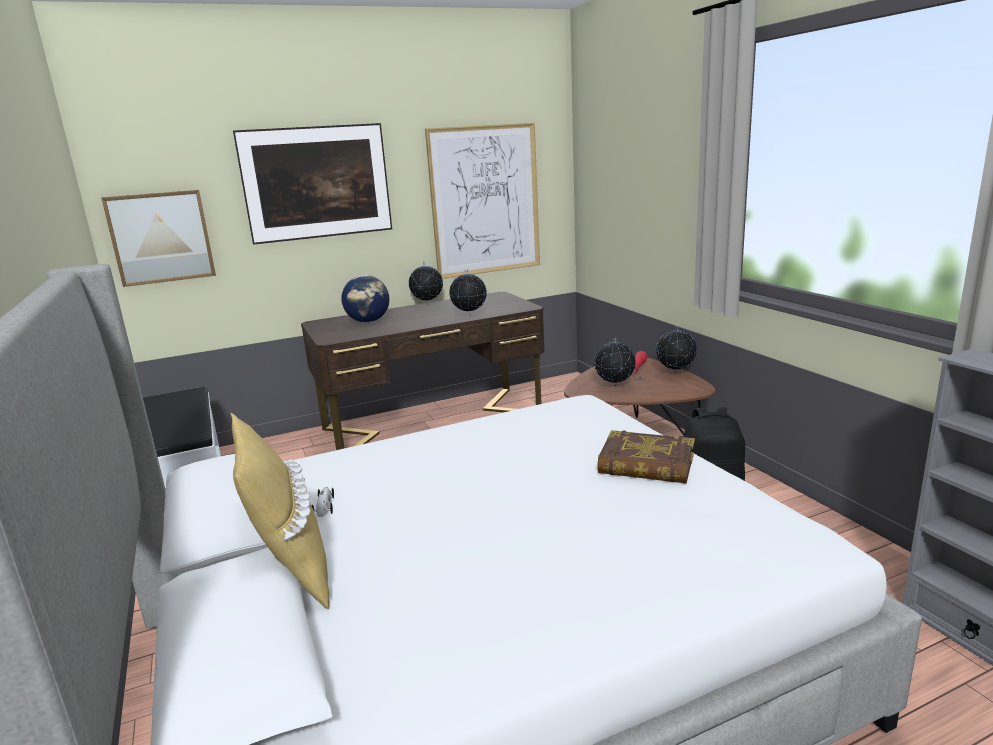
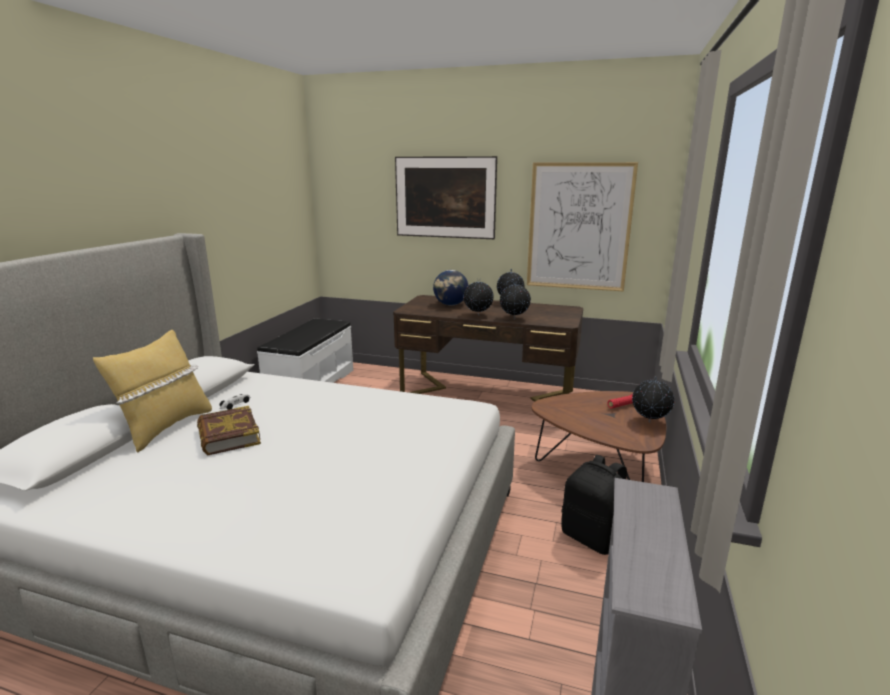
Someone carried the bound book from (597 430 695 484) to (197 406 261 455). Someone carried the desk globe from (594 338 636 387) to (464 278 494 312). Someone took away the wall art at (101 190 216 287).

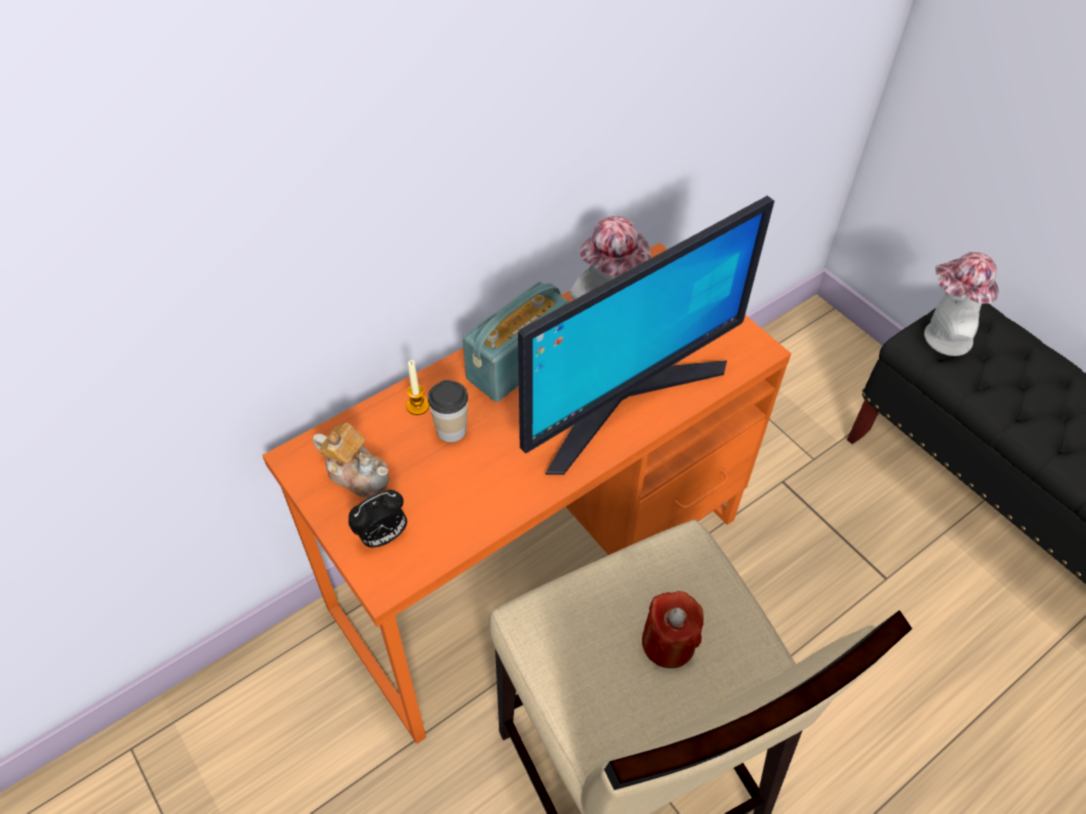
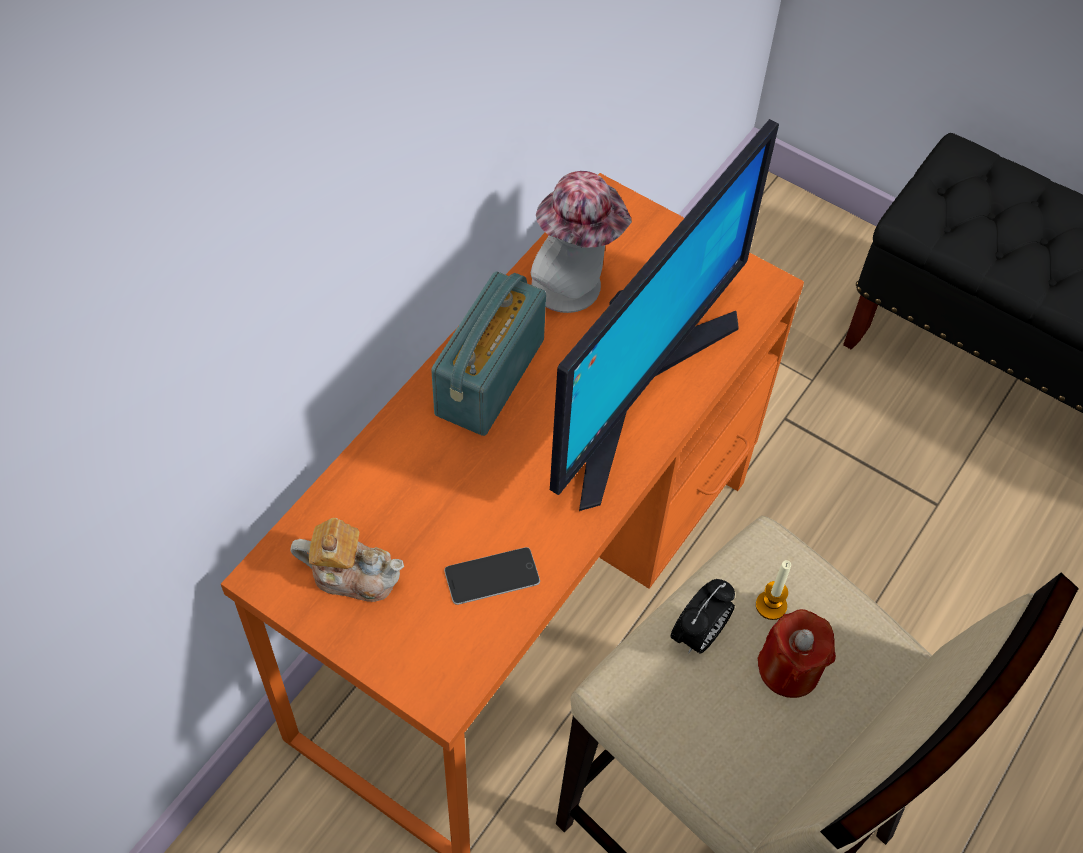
Someone put down the phone at (444 547 540 605). Someone carried the table clock from (348 490 407 548) to (671 579 735 654). Someone carried the wax light from (406 360 429 415) to (756 560 791 620). Someone took away the cup at (428 380 468 442). Someone took away the clothing hat at (924 252 999 356).

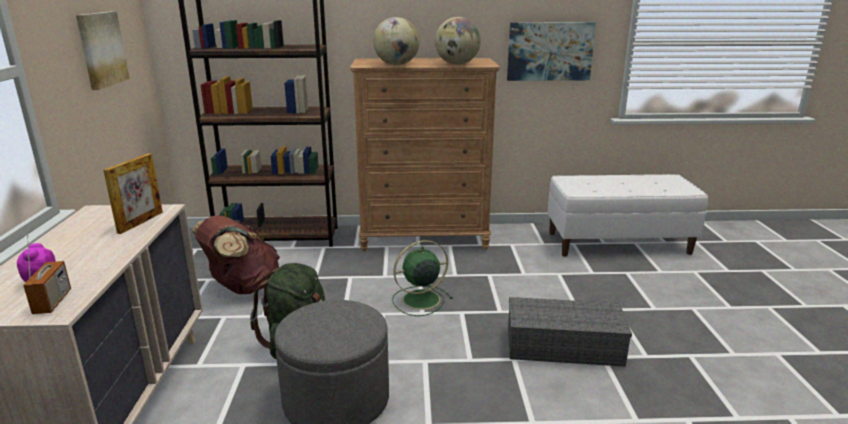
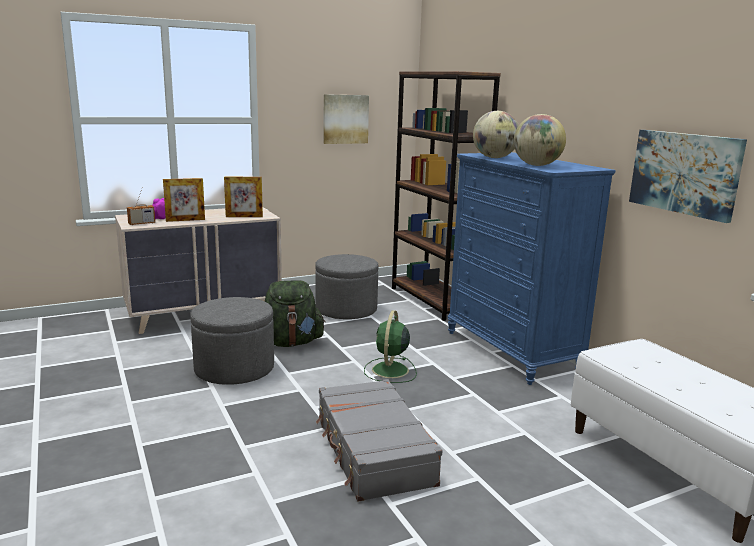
Someone put down the standing frame at (163 178 205 222). Someone swapped the knapsack (brown) at (192 216 280 294) for the footrest (greyish) at (315 254 379 319). Someone swapped the storage box (greyish) at (508 297 632 367) for the travel case (greyish) at (316 379 443 502). Someone rotated the fan (green) at (392 240 453 316) by 120 degrees counterclockwise. Someone repainted the drawer chest (brown) at (350 58 500 252), which became the drawer chest (blue) at (448 152 616 385).

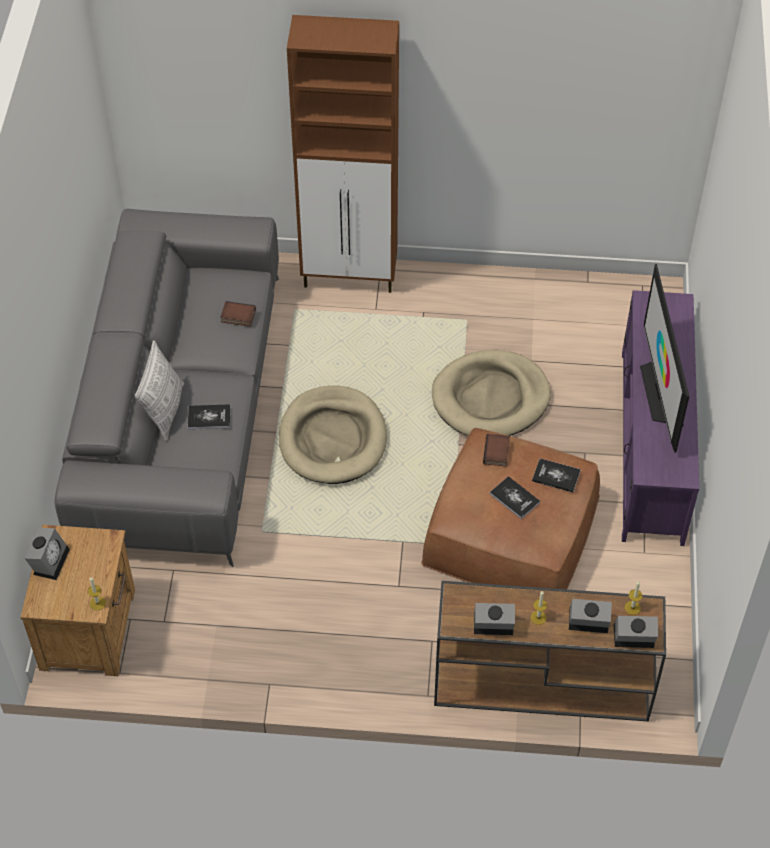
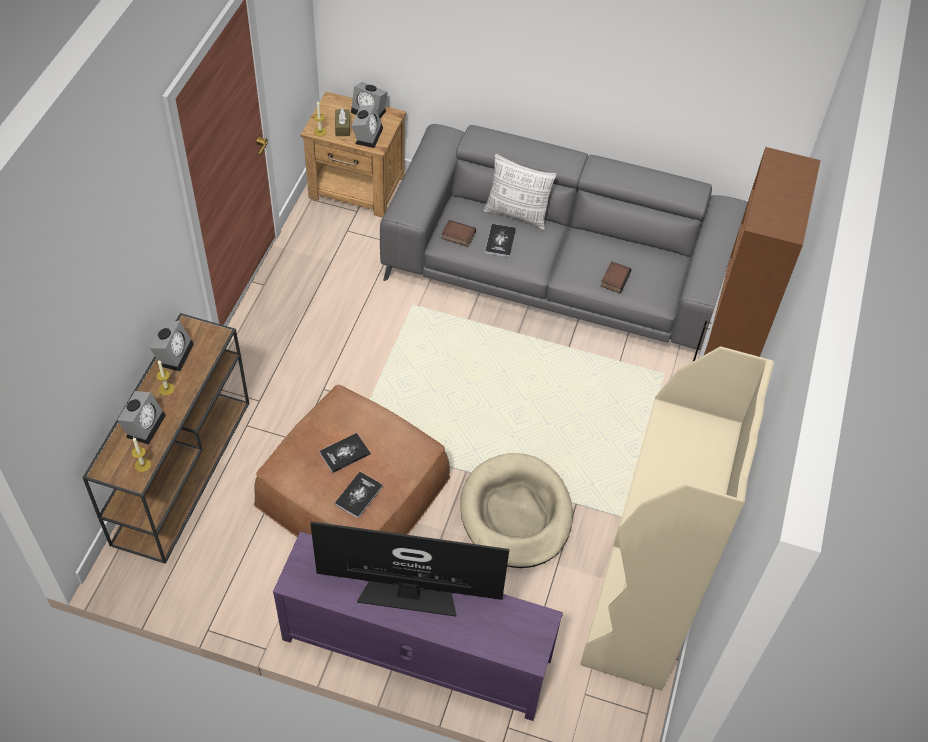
Someone put down the box of tissues (brown) at (335 108 350 136). Someone carried the table clock from (614 616 658 648) to (352 105 383 148). Someone carried the bound book from (483 434 510 467) to (441 220 476 247). Someone put down the shelving unit (beige-coloured) at (580 346 774 690). Someone took away the dog bed (beige-coloured) at (279 386 387 484).

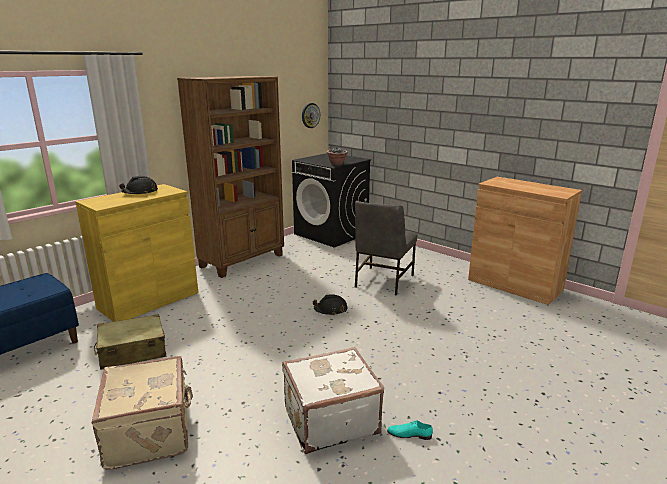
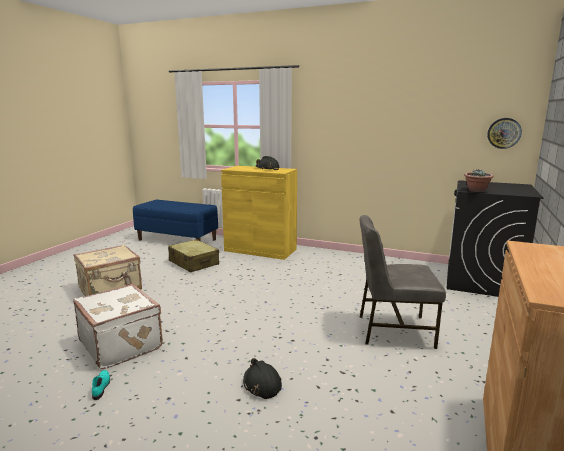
Someone carried the safety helmet (blackish) from (313 294 347 316) to (243 358 282 399). Someone took away the shelving unit (brown) at (177 76 284 278).

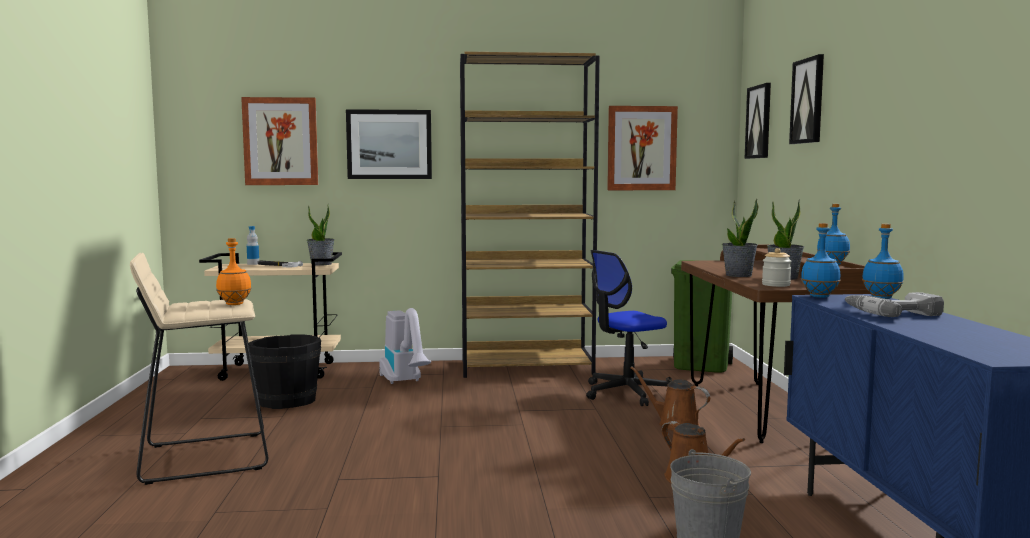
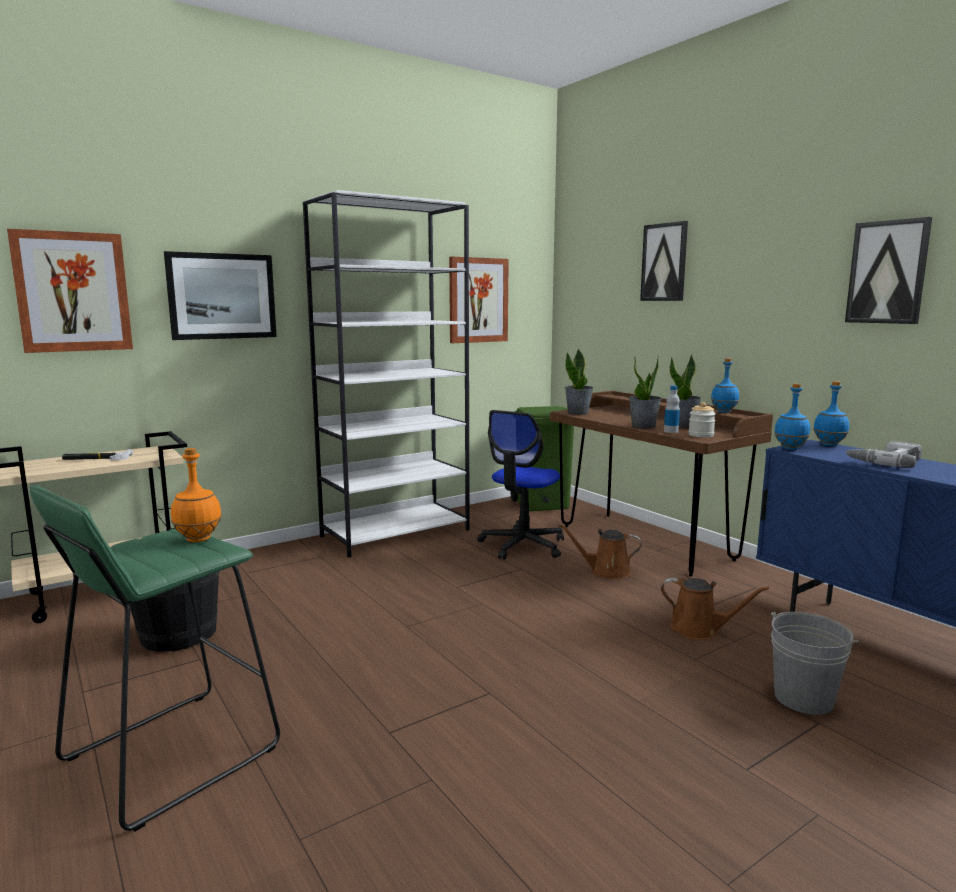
Someone repainted the sitting stool (beige-coloured) at (130 253 268 485), which became the sitting stool (green) at (30 485 280 832). Someone repainted the shelving unit (brown) at (460 52 600 378), which became the shelving unit (white-coloured) at (303 190 470 558). Someone carried the houseplant from (307 203 335 266) to (565 349 593 415). Someone carried the drink bottle from (247 226 259 265) to (664 385 680 433). Someone carried the wall art from (745 83 771 159) to (845 217 932 324). Someone took away the hoover at (379 308 431 384).

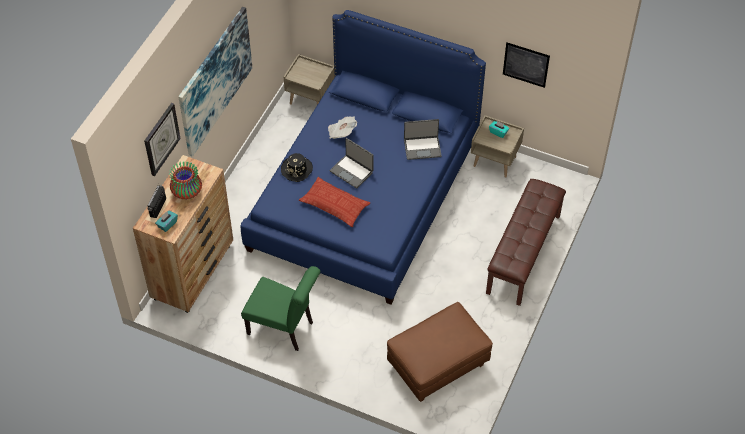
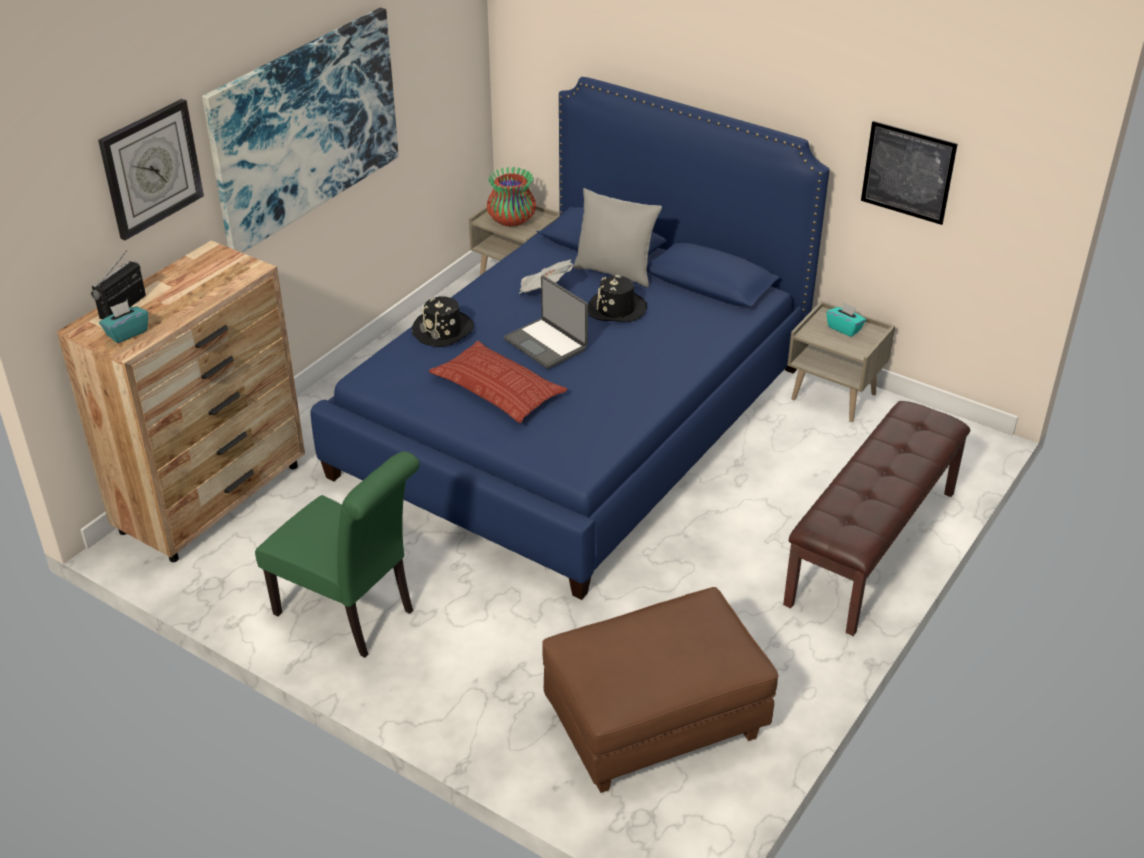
Someone carried the vase from (169 161 202 200) to (487 167 536 227). Someone put down the pillow (greyish) at (573 188 662 287). Someone put down the clothing hat (blackish) at (588 275 647 322). Someone took away the portable computer at (404 119 442 160).

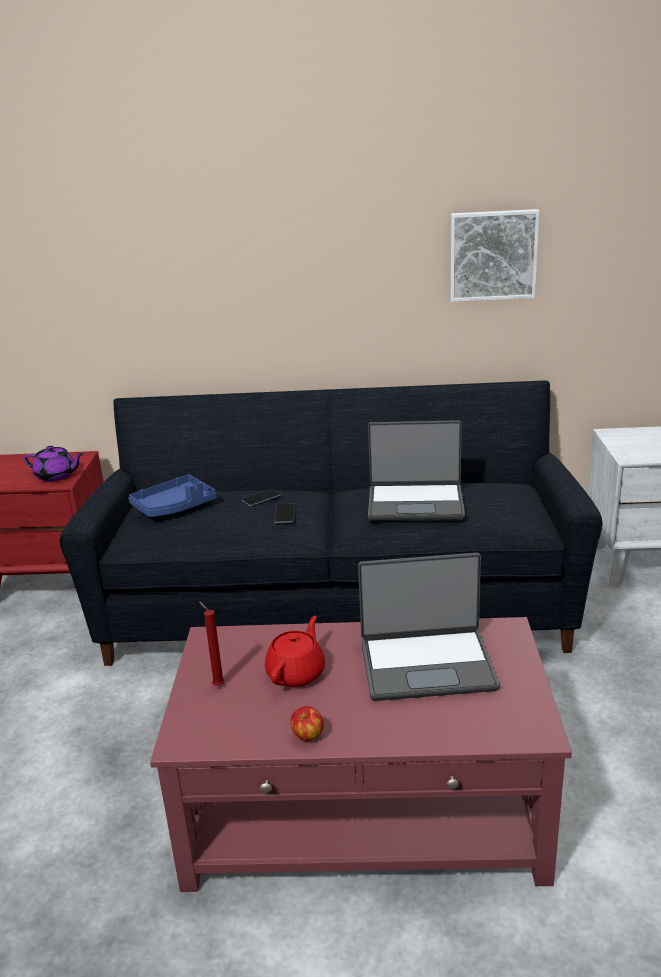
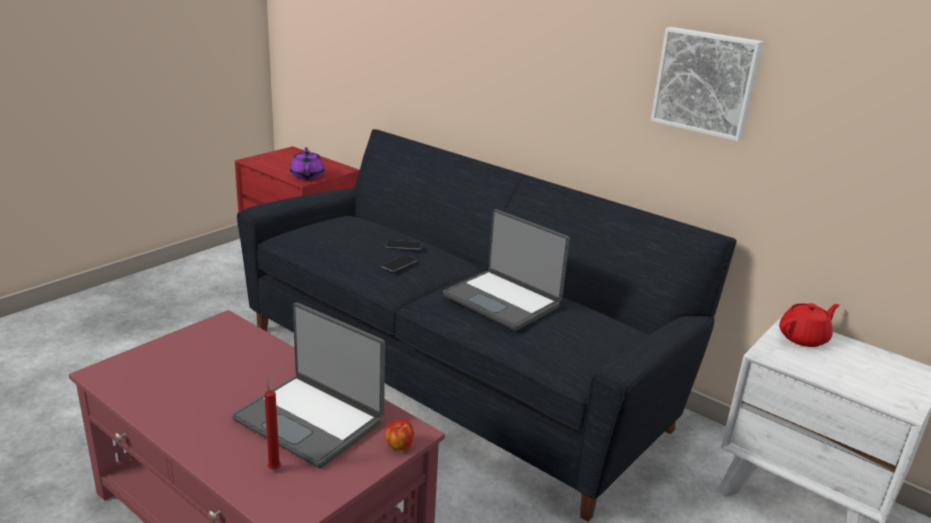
Someone carried the wax light (red) from (199 601 225 686) to (264 378 281 470). Someone rotated the pot for tea (purplish) at (24 446 84 482) by 150 degrees counterclockwise. Someone carried the whole apple from (290 706 324 741) to (385 419 414 451). Someone carried the pot for tea (red) from (265 616 325 687) to (779 303 839 347). Someone took away the serving tray (blue) at (128 475 217 517).

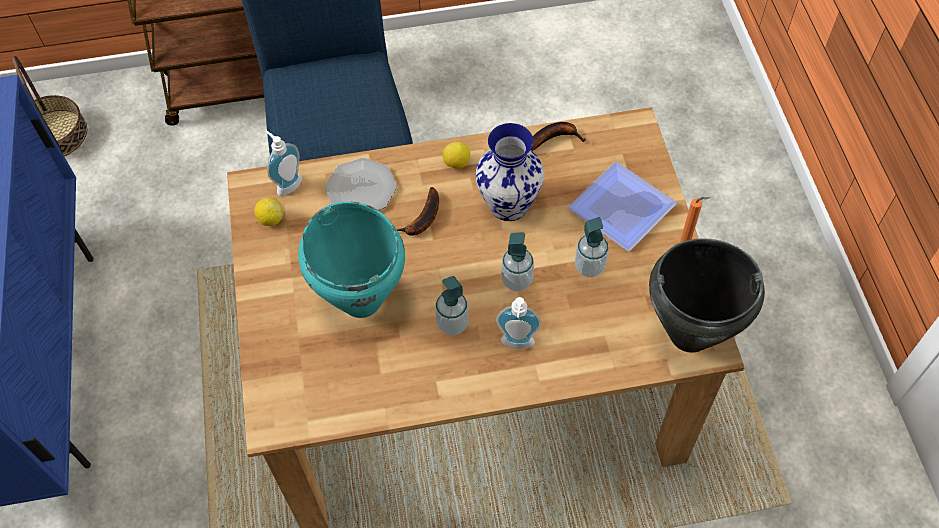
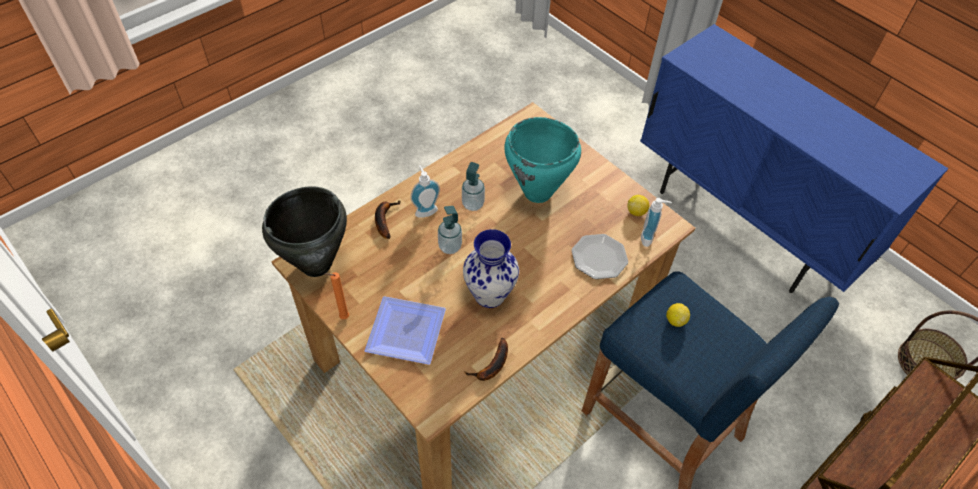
Someone carried the whole banana from (397 187 439 236) to (375 201 401 239). Someone carried the whole lemon from (443 142 470 169) to (666 303 690 327). Someone took away the soap dispenser at (575 217 609 277).

